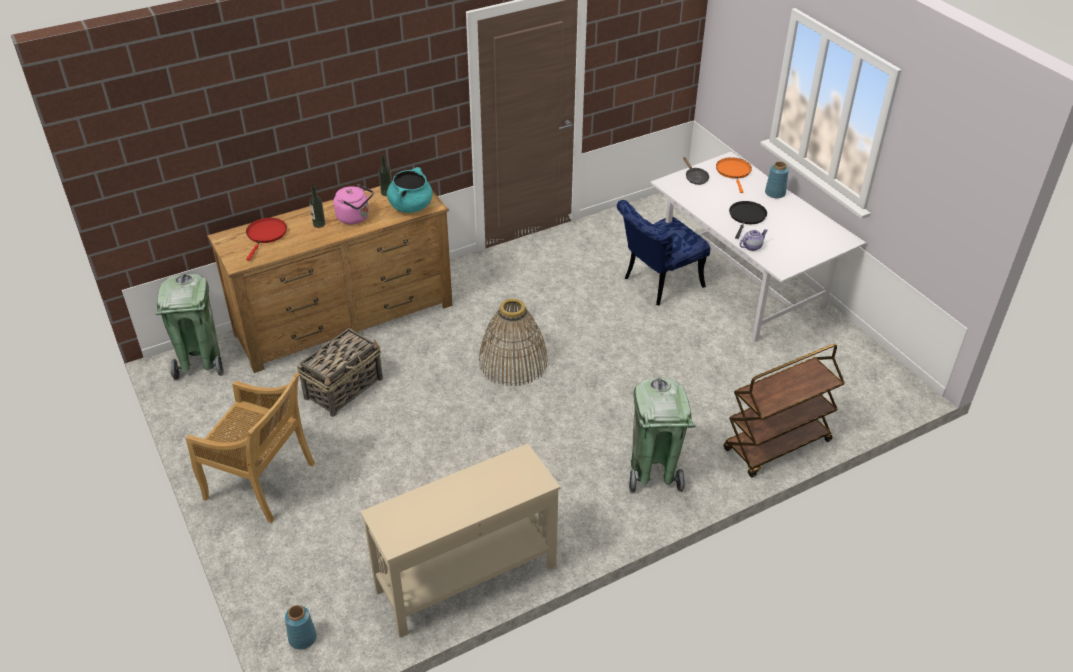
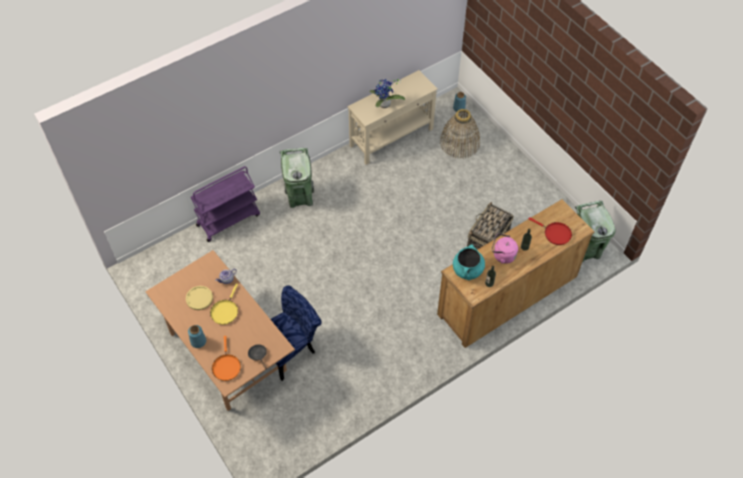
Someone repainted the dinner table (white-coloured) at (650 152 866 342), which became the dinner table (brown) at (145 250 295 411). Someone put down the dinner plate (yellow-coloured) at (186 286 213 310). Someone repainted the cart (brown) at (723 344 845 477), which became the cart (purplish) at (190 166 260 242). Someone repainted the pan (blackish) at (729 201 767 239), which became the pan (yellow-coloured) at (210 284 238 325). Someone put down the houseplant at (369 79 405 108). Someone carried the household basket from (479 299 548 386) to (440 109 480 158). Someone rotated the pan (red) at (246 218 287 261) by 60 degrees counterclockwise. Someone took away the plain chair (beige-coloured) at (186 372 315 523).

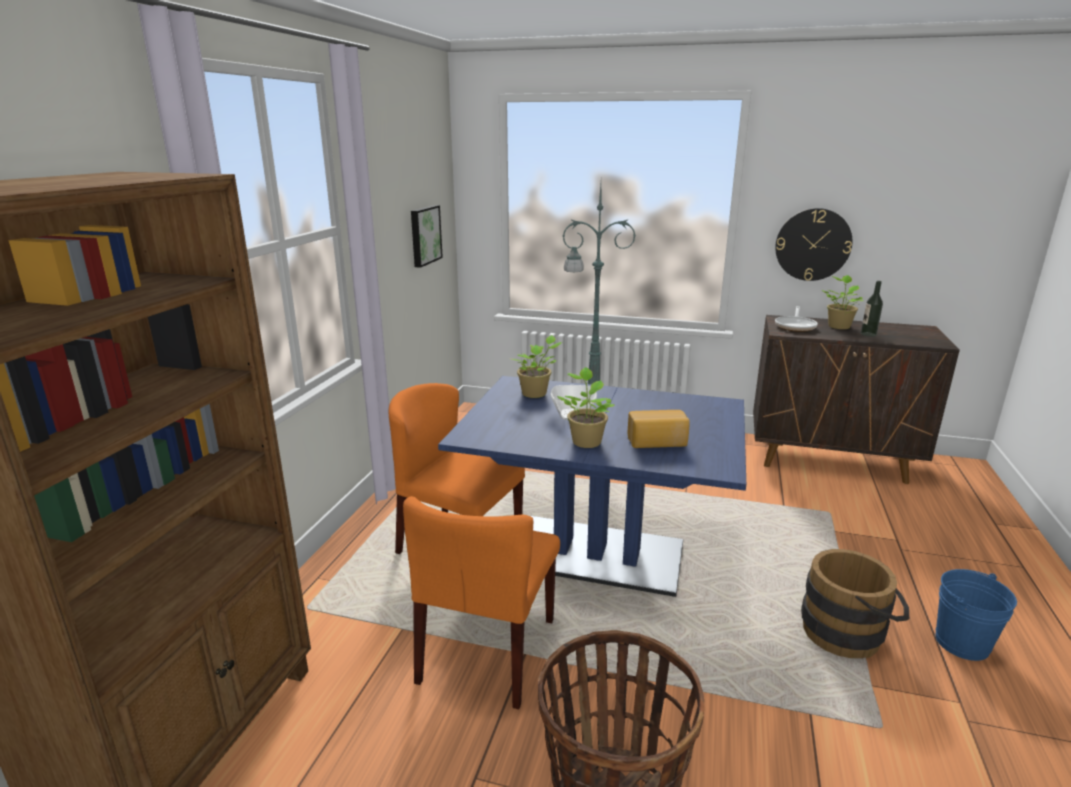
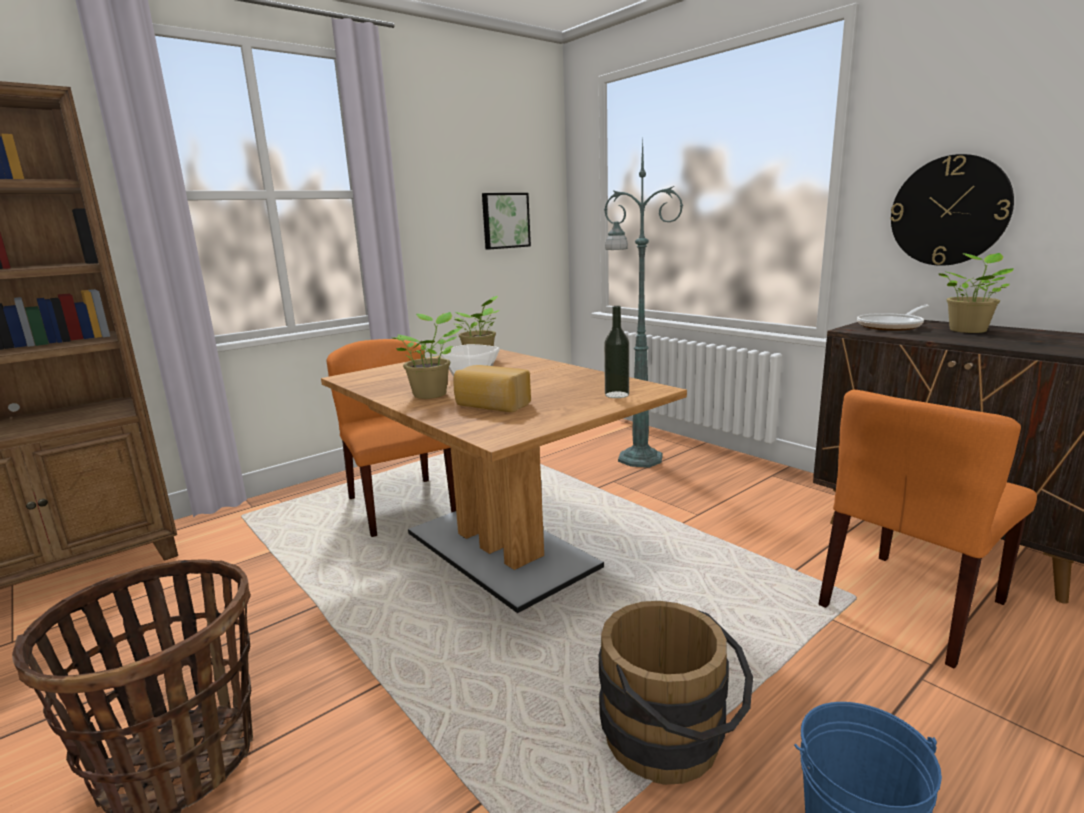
Someone repainted the dinner table (blue) at (438 376 746 597), which became the dinner table (brown) at (321 349 687 613). Someone carried the drink bottle from (861 281 883 337) to (604 306 629 398). Someone carried the plain chair (orange) from (403 496 560 709) to (818 390 1037 668).

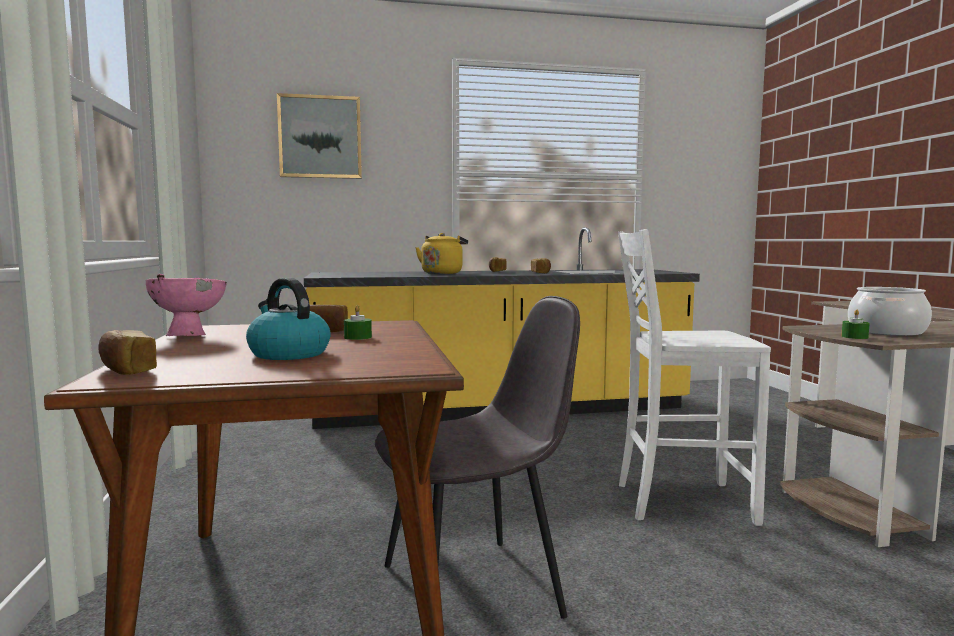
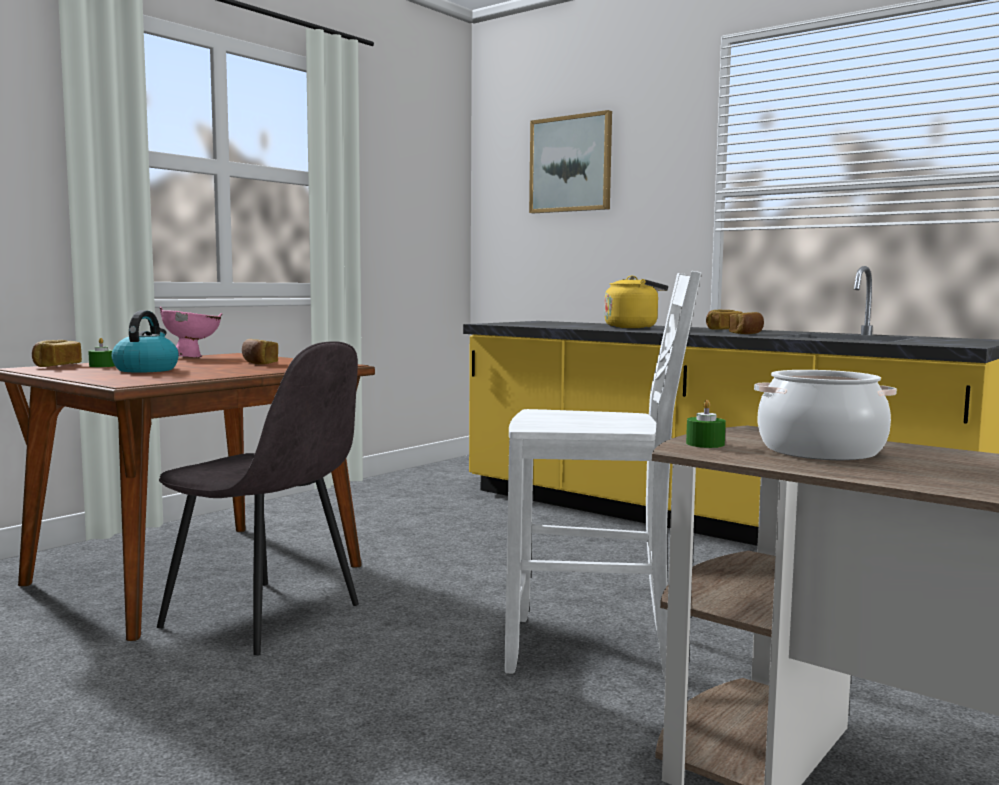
Someone carried the wax light (green) from (344 305 372 340) to (88 338 115 367). Someone rotated the plain chair (white-coloured) at (618 229 771 526) by 135 degrees clockwise.

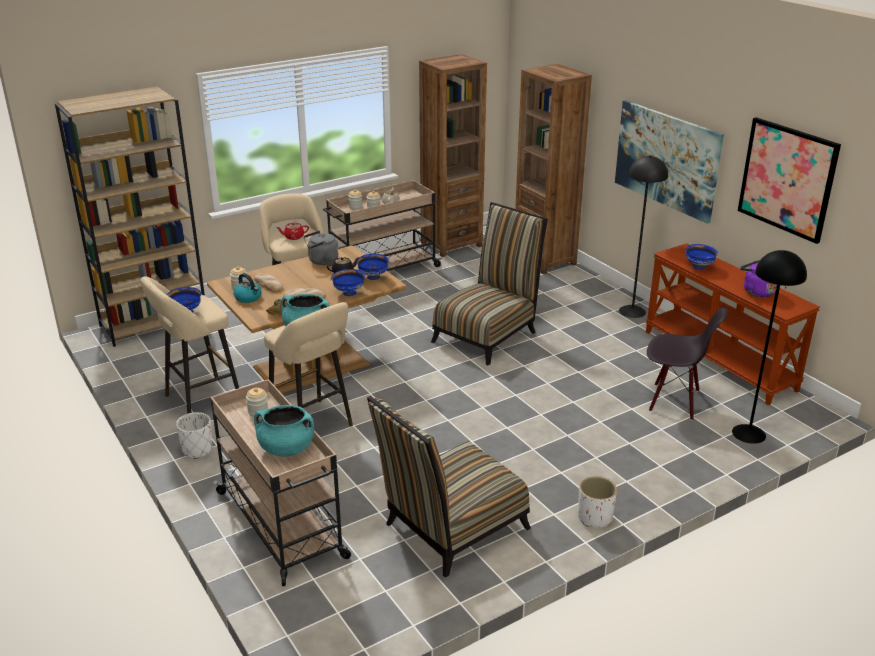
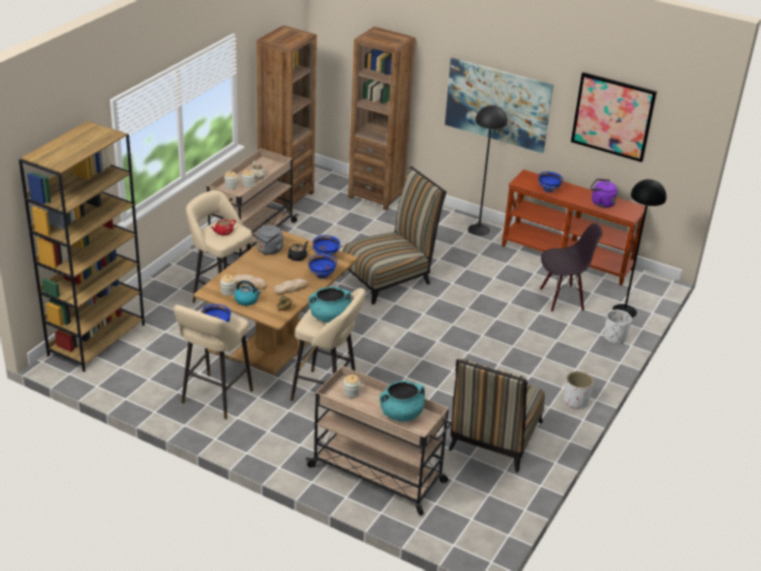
Someone rotated the plain chair at (431 202 548 366) by 45 degrees clockwise. Someone carried the planter (white-coloured) from (176 412 212 459) to (604 310 632 344).

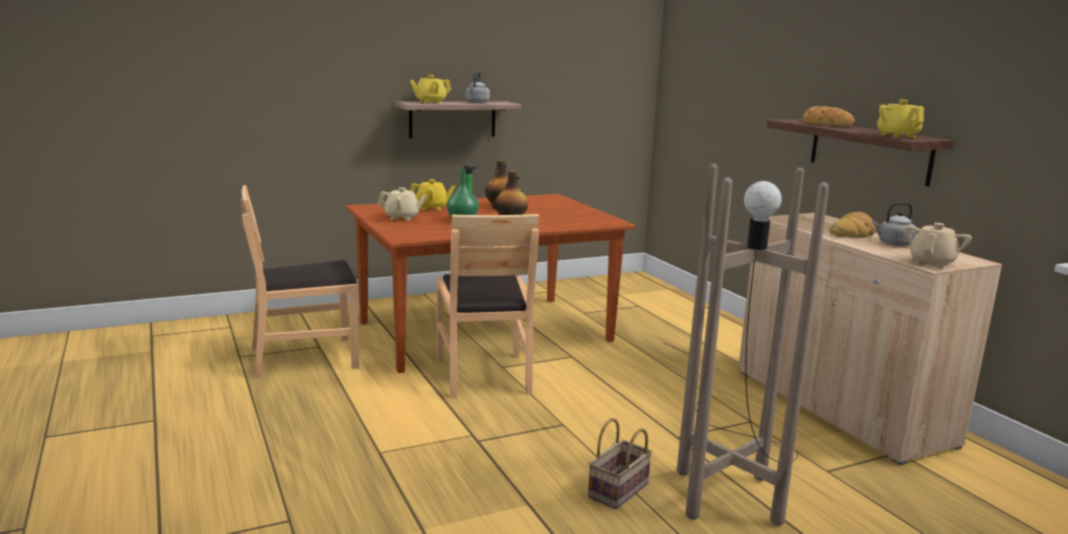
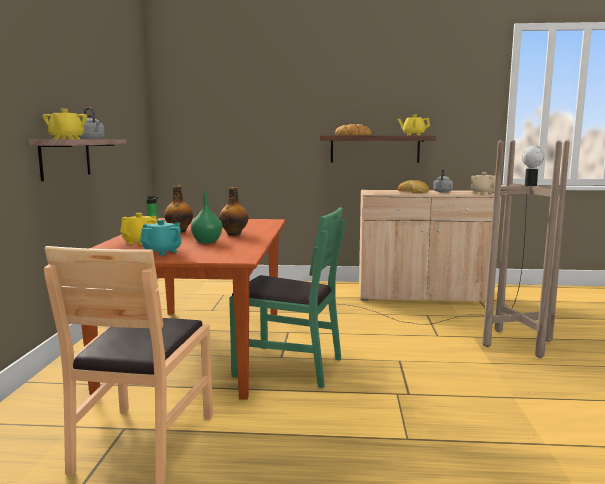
Someone repainted the pot for tea (beige-coloured) at (378 187 427 221), which became the pot for tea (blue-green) at (140 220 181 256). Someone repainted the plain chair (brown) at (437 214 539 398), which became the plain chair (green) at (229 207 345 388). Someone took away the household basket at (588 418 652 509).

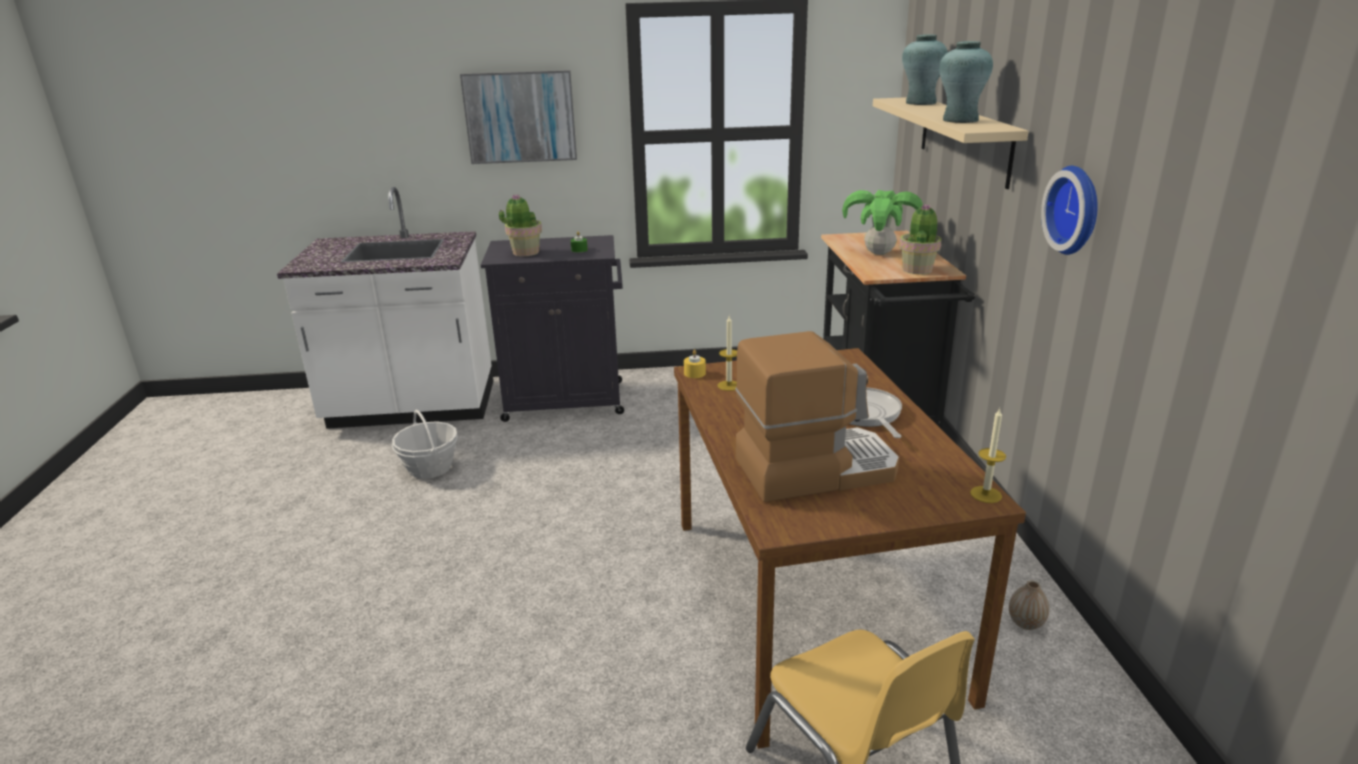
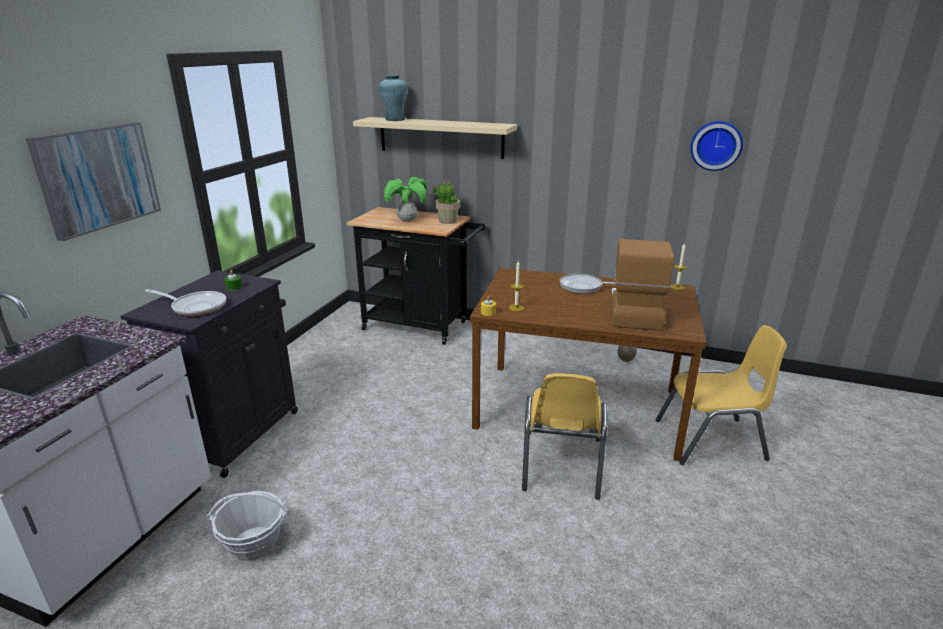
Someone swapped the houseplant at (499 194 542 256) for the pan at (145 289 226 316). Someone put down the plain chair (yellow-coloured) at (522 373 607 499). Someone carried the wall clock from (1041 166 1098 255) to (690 121 743 171). Someone took away the vase (blue-green) at (940 41 993 123).

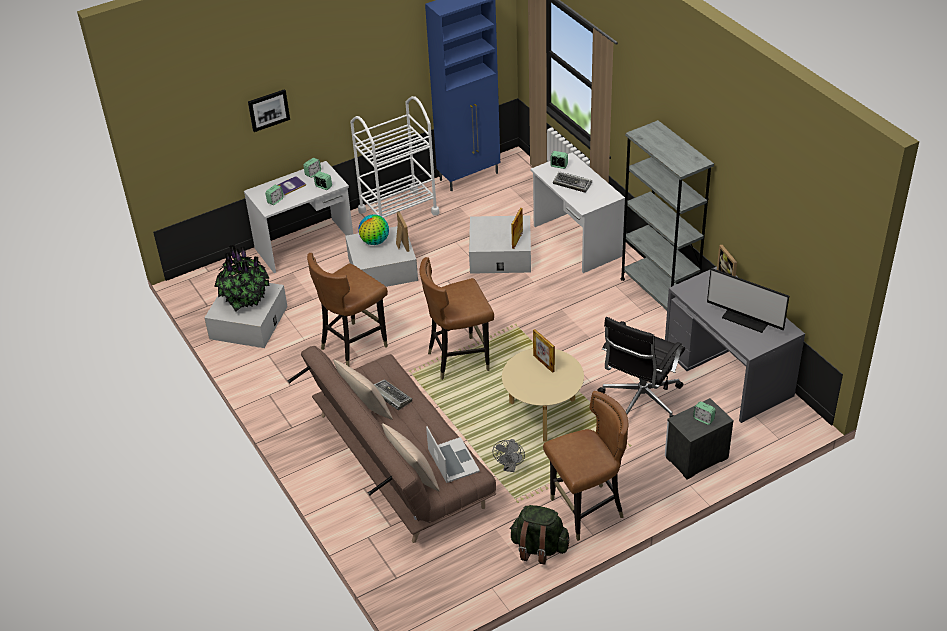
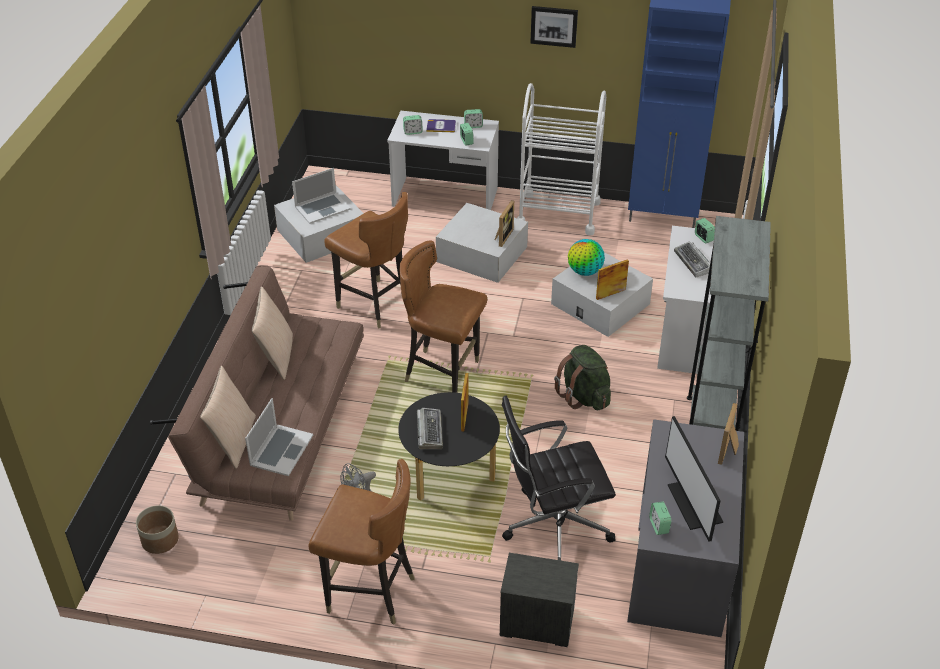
Someone put down the planter at (136 505 179 554). Someone swapped the houseplant at (214 245 270 311) for the portable computer at (292 168 351 224). Someone rotated the plain chair (brown) at (307 253 388 367) by 135 degrees counterclockwise. Someone repainted the coffee table (beige-coloured) at (502 349 584 441), which became the coffee table (blackish) at (398 392 500 501). Someone carried the keyboard from (374 379 412 410) to (417 408 443 449). Someone carried the wall art from (248 89 290 132) to (530 6 578 48). Someone carried the knapsack (green) from (509 505 569 565) to (554 345 611 410). Someone carried the desk globe from (358 215 389 245) to (568 239 605 276). Someone carried the table clock from (693 401 716 425) to (649 502 672 535).

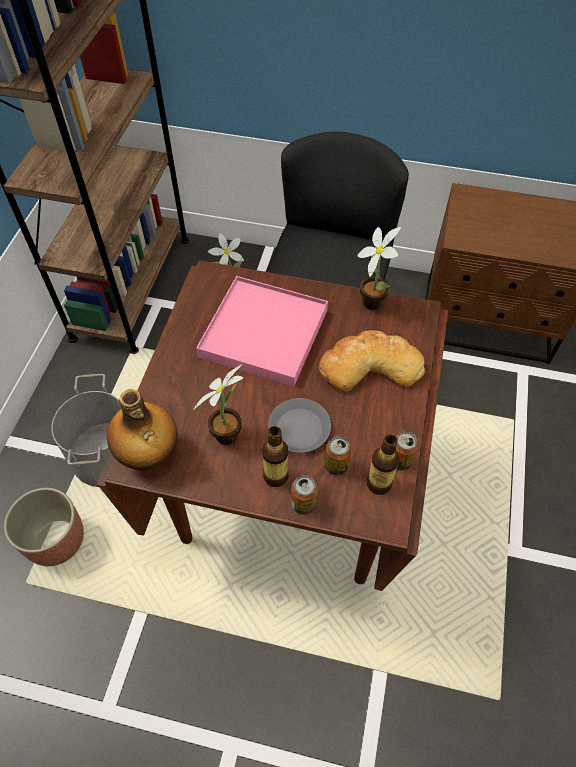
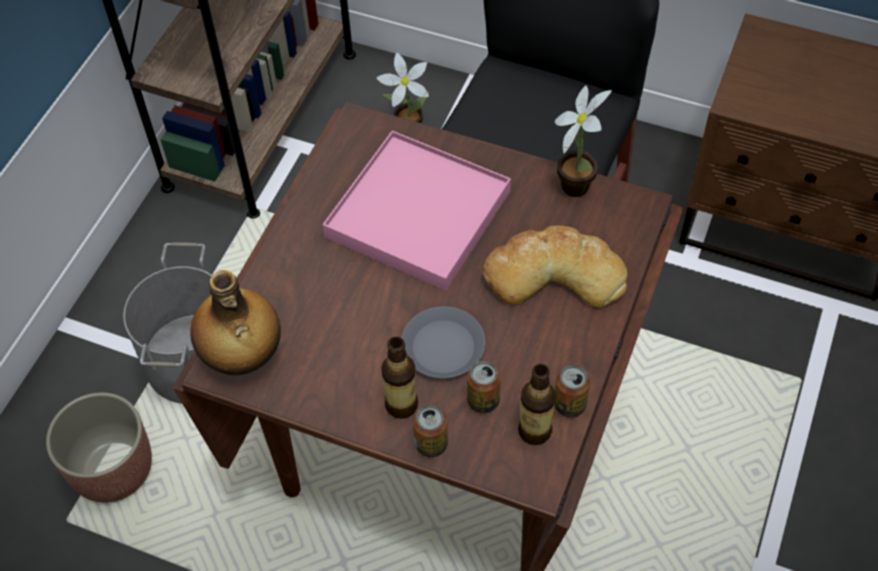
Someone took away the houseplant at (193 364 243 445).

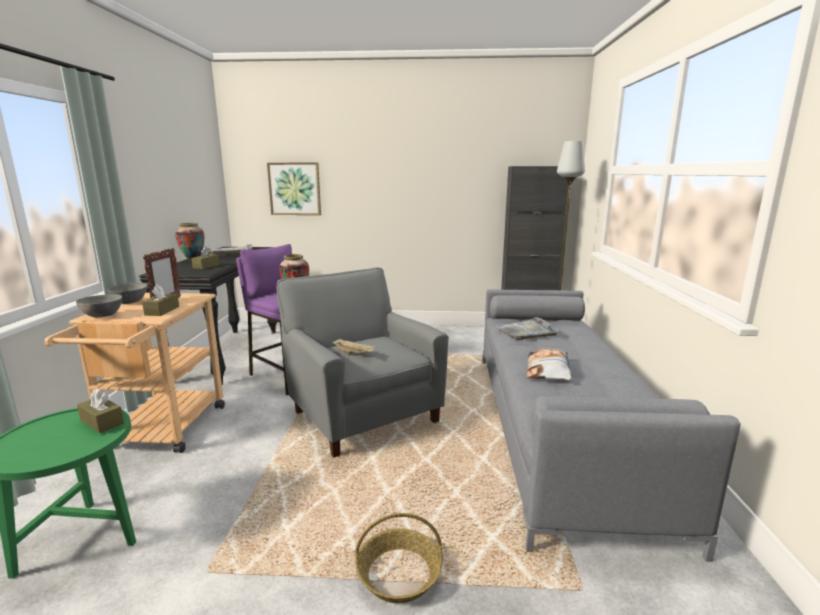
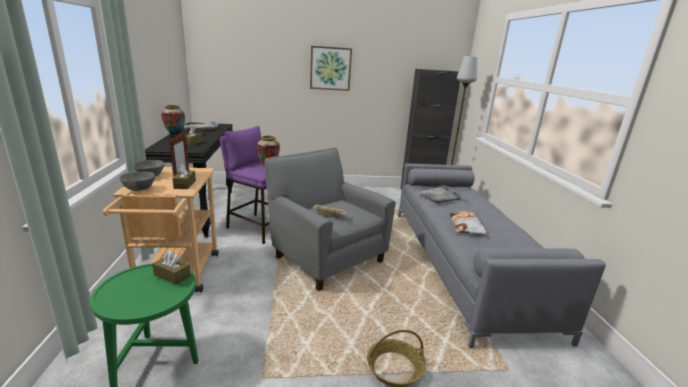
Someone carried the wall art from (267 163 321 215) to (310 46 352 91).

